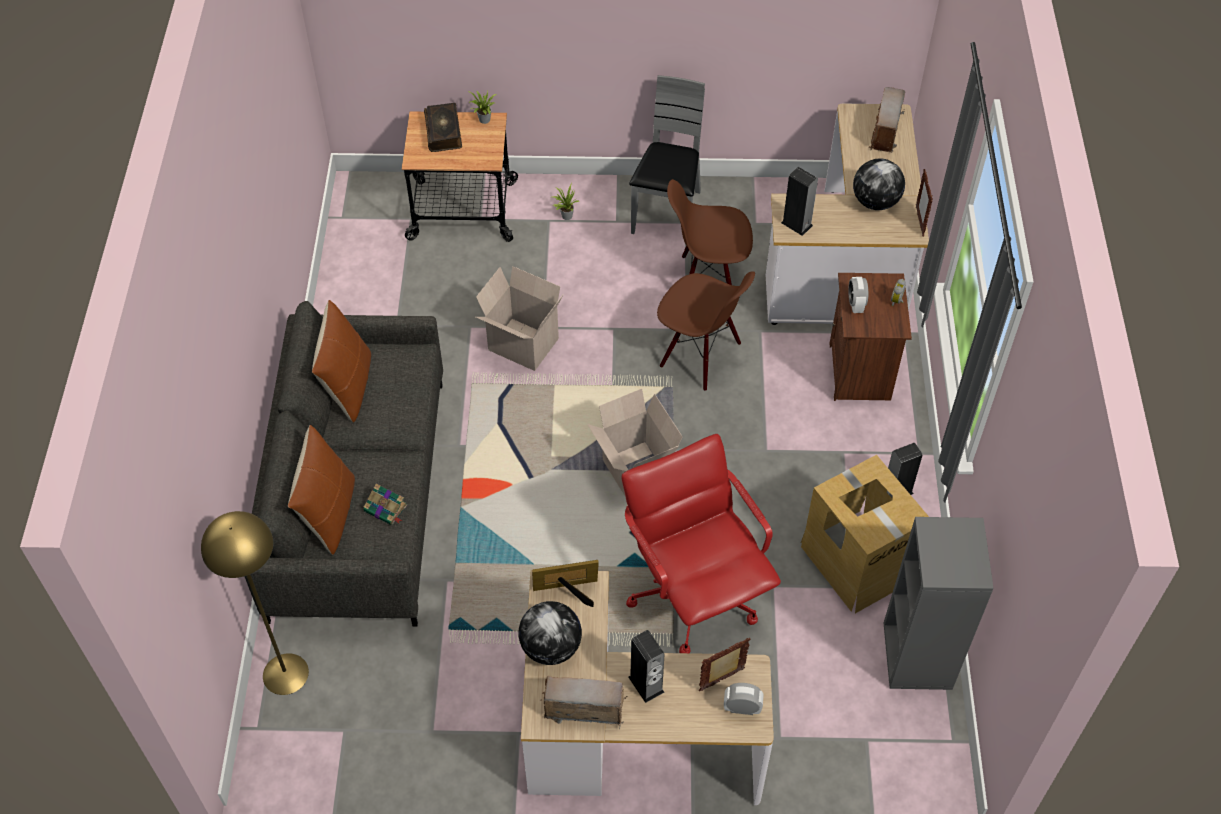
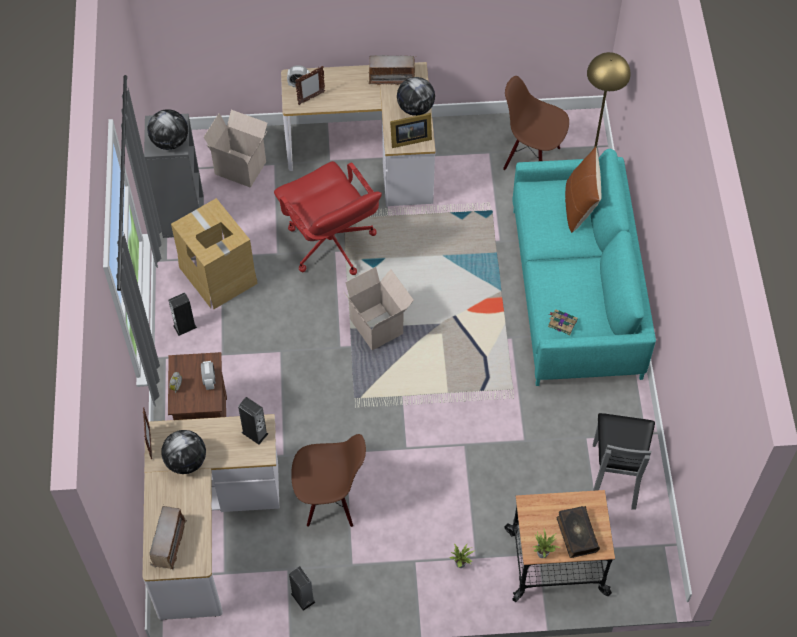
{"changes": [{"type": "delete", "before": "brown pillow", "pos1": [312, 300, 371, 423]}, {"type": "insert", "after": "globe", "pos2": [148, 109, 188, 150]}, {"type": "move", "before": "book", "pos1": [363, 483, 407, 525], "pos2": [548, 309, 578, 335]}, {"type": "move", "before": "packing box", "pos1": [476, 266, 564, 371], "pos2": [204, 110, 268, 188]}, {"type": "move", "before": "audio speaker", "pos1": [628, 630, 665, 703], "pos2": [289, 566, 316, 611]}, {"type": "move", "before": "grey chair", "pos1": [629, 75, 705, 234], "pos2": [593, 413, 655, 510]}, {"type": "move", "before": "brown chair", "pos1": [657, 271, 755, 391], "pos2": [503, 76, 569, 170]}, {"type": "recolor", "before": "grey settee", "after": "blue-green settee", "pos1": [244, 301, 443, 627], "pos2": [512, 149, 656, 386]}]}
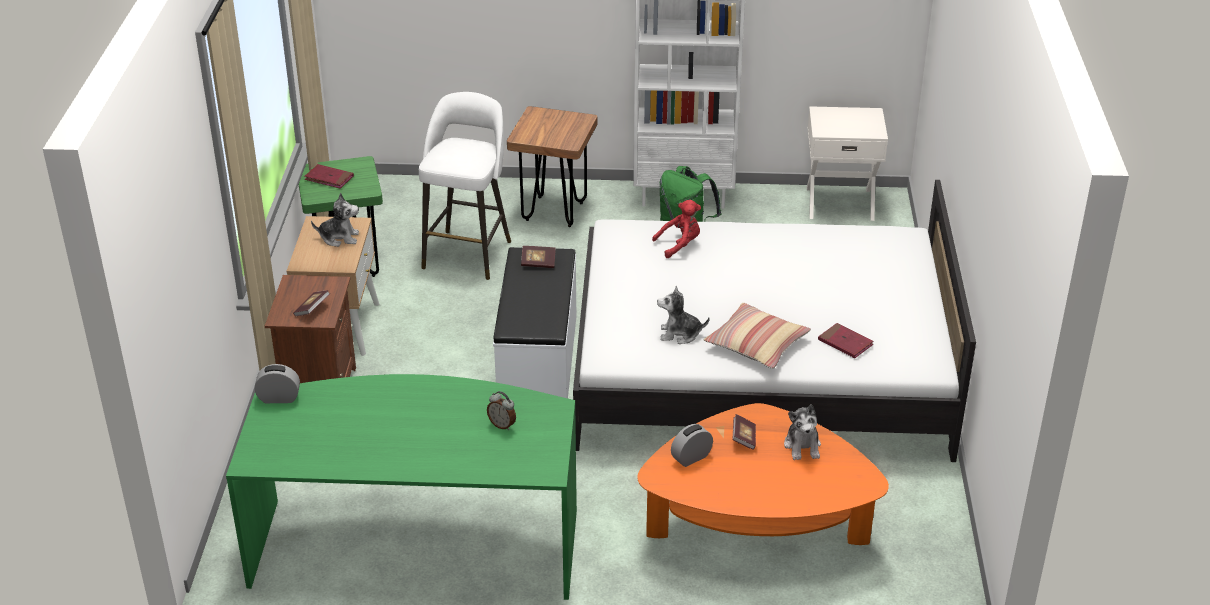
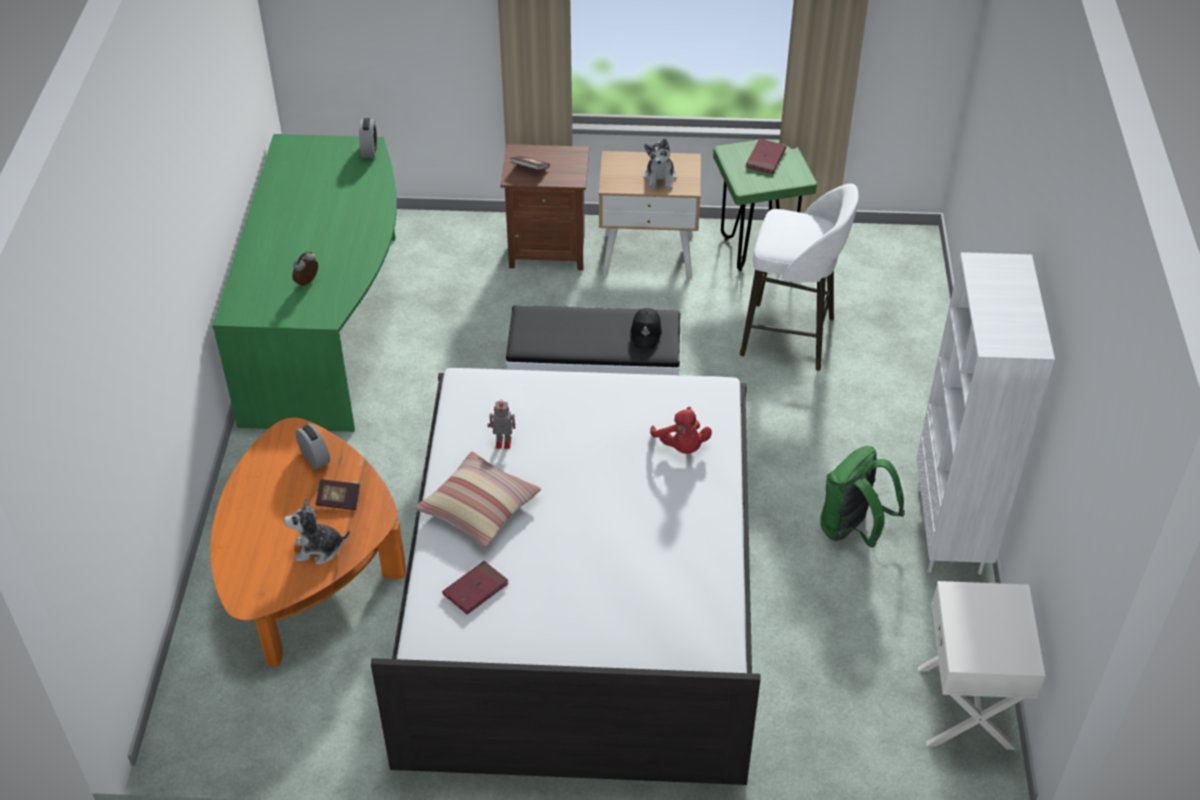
{"changes": [{"type": "delete", "before": "brown sitting stool", "pos1": [507, 106, 597, 227]}, {"type": "replace", "before": "book", "after": "blackish peaked cap", "pos1": [521, 246, 556, 268], "pos2": [630, 308, 662, 349]}, {"type": "replace", "before": "soft toy", "after": "toy robot", "pos1": [657, 286, 709, 344], "pos2": [487, 400, 515, 449]}]}
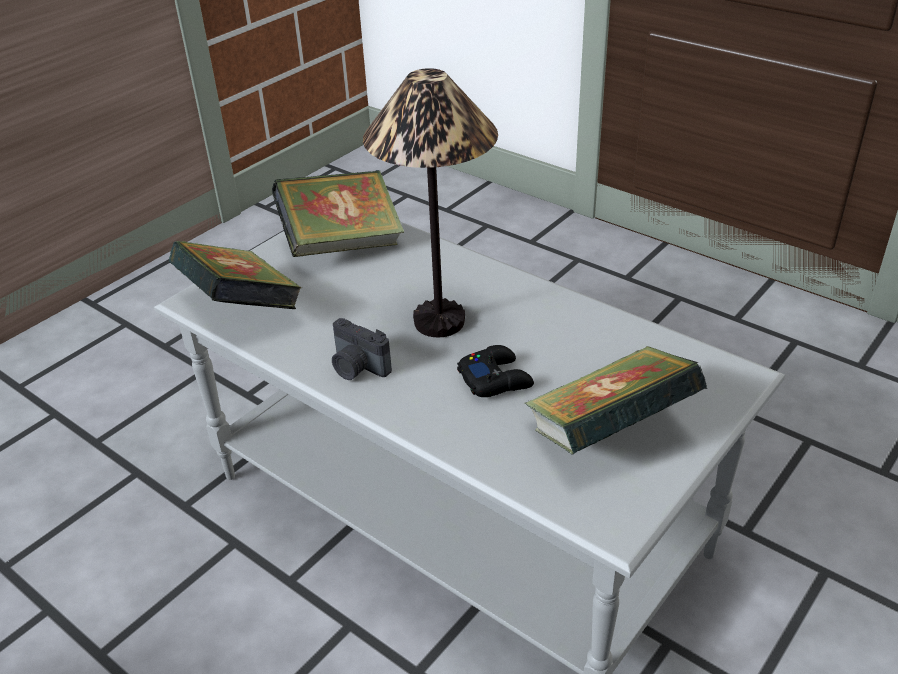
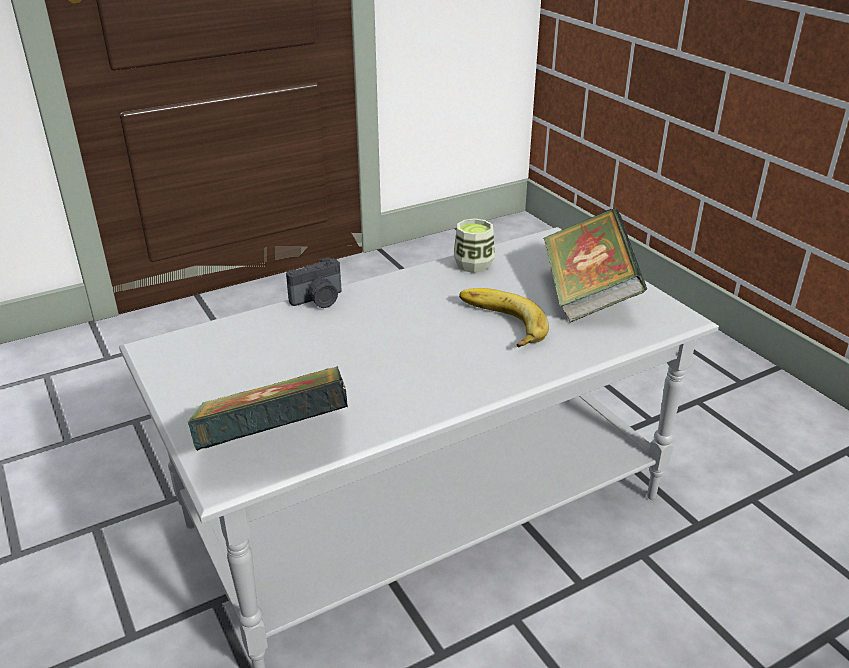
{"changes": [{"type": "delete", "before": "book", "pos1": [272, 170, 404, 257]}, {"type": "delete", "before": "tabletop lamp", "pos1": [363, 68, 498, 337]}, {"type": "insert", "after": "cup", "pos2": [454, 218, 495, 273]}, {"type": "move", "before": "still camera", "pos1": [332, 318, 392, 380], "pos2": [286, 257, 341, 308]}, {"type": "replace", "before": "blackish game controller", "after": "banana", "pos1": [457, 345, 534, 397], "pos2": [459, 288, 549, 348]}]}
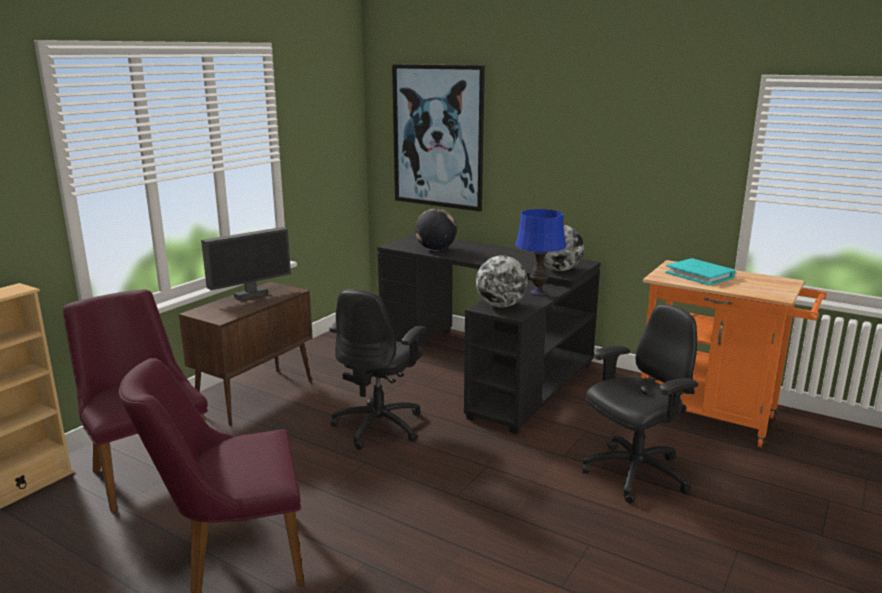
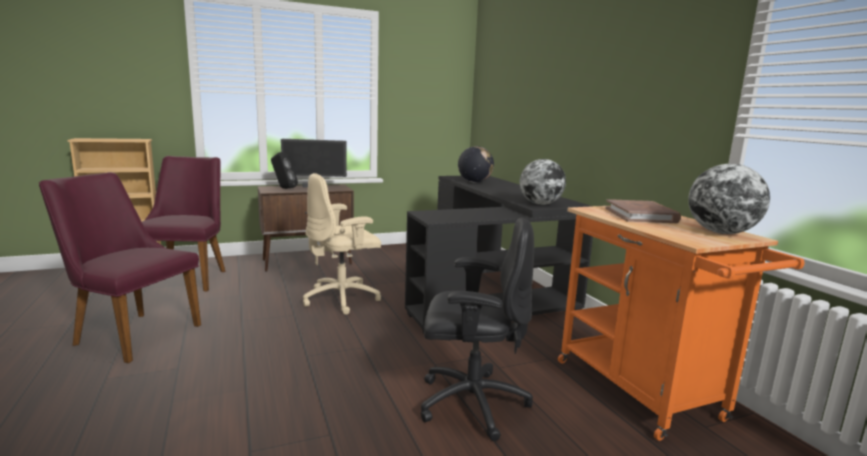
{"changes": [{"type": "delete", "before": "picture", "pos1": [392, 64, 485, 211]}, {"type": "delete", "before": "blue-coloured tabletop lamp", "pos1": [515, 209, 566, 296]}, {"type": "insert", "after": "blackish audio speaker", "pos2": [271, 152, 298, 189]}, {"type": "move", "before": "globe", "pos1": [476, 255, 528, 307], "pos2": [688, 164, 770, 234]}, {"type": "recolor", "before": "blackish computer chair", "after": "beige-coloured computer chair", "pos1": [329, 290, 426, 450], "pos2": [303, 173, 381, 315]}, {"type": "recolor", "before": "blue-green book", "after": "brown book", "pos1": [665, 258, 735, 286], "pos2": [605, 199, 681, 223]}]}
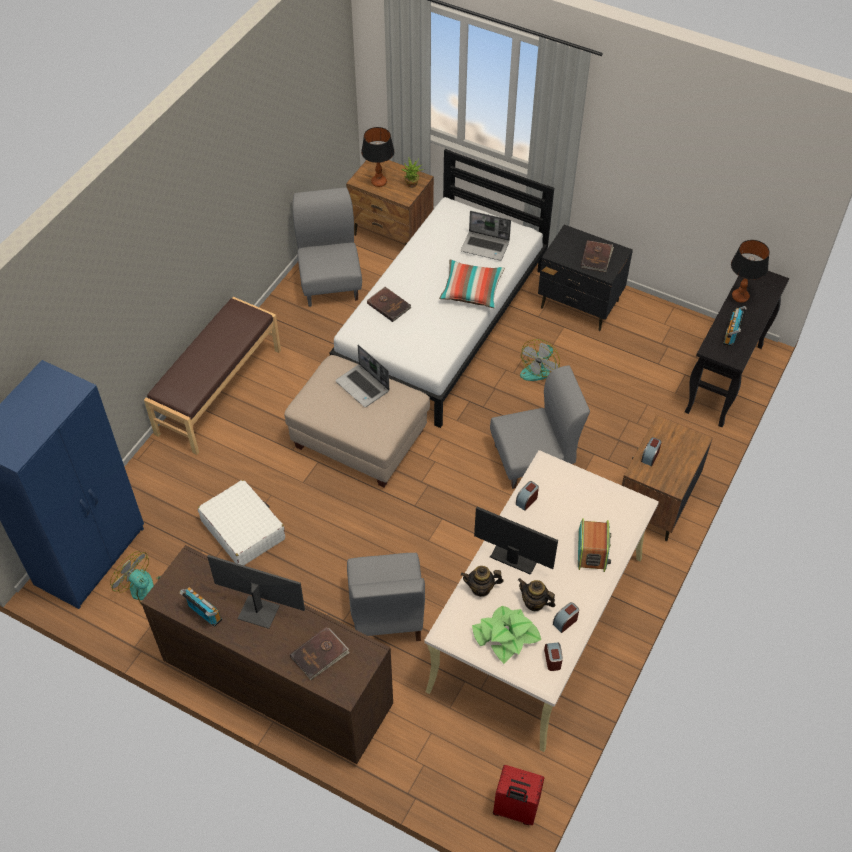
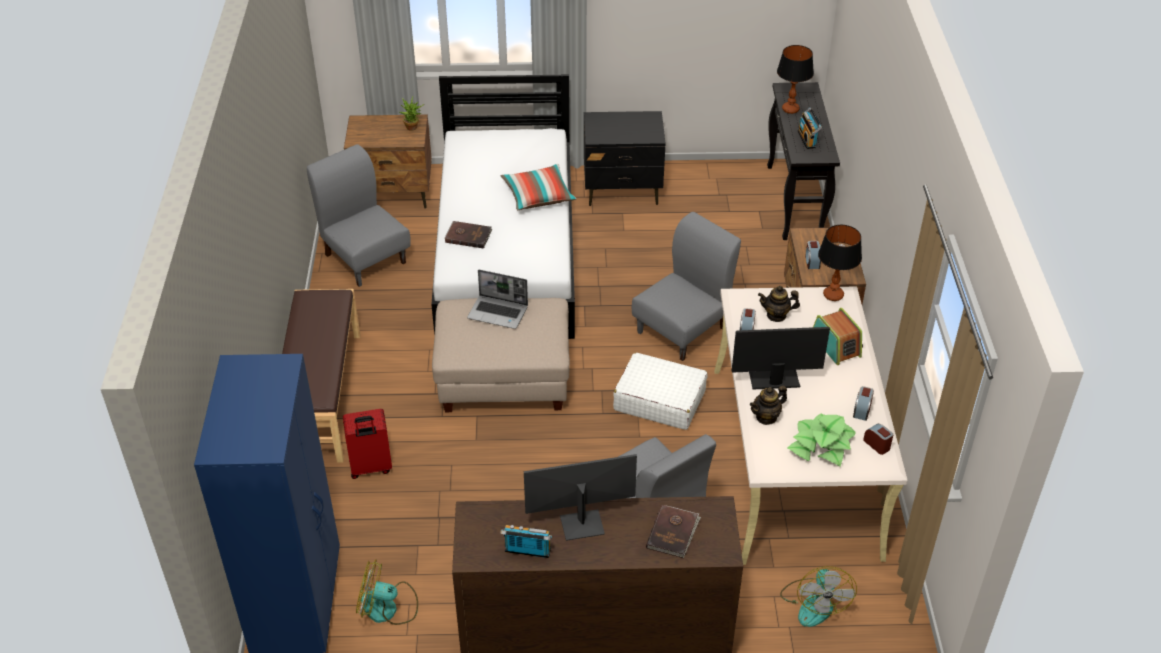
{"changes": [{"type": "delete", "before": "notebook computer", "pos1": [461, 211, 511, 261]}, {"type": "delete", "before": "brown book", "pos1": [580, 240, 614, 272]}, {"type": "move", "before": "whitish travel case", "pos1": [198, 480, 285, 565], "pos2": [613, 352, 708, 430]}, {"type": "move", "before": "tabletop lamp", "pos1": [361, 127, 395, 187], "pos2": [818, 225, 862, 301]}, {"type": "move", "before": "red travel case", "pos1": [493, 765, 544, 825], "pos2": [343, 409, 392, 479]}, {"type": "move", "before": "tea pot", "pos1": [518, 578, 556, 611], "pos2": [758, 286, 800, 322]}, {"type": "move", "before": "cooling fan", "pos1": [520, 339, 560, 381], "pos2": [780, 566, 857, 627]}]}
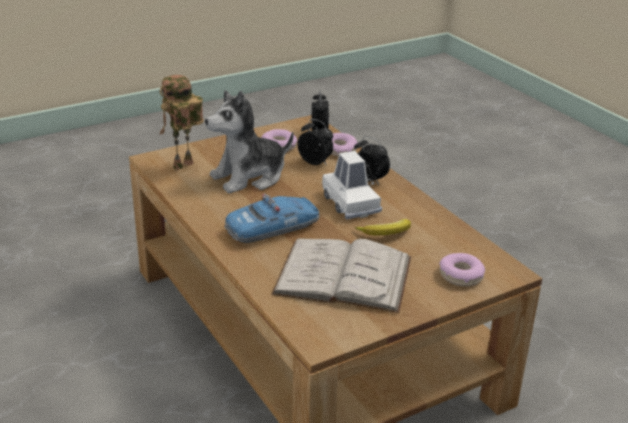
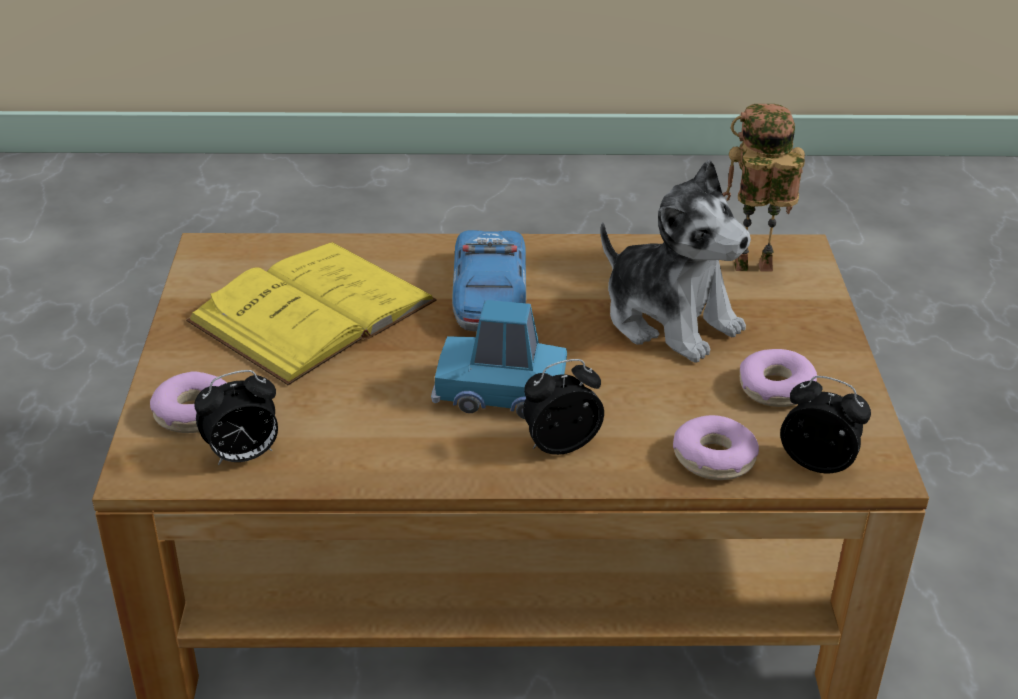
{"changes": [{"type": "delete", "before": "banana", "pos1": [354, 219, 411, 236]}, {"type": "move", "before": "alarm clock", "pos1": [298, 119, 333, 166], "pos2": [194, 370, 278, 466]}, {"type": "recolor", "before": "whitish book", "after": "yellow-coloured book", "pos1": [271, 238, 411, 313], "pos2": [186, 242, 437, 385]}, {"type": "recolor", "before": "whitish model car", "after": "blue-coloured model car", "pos1": [322, 151, 382, 219], "pos2": [431, 300, 567, 419]}, {"type": "rotate", "before": "toy robot", "pos1": [160, 75, 204, 170], "pos2": [723, 104, 805, 272], "turn": -75}, {"type": "rotate", "before": "soft toy", "pos1": [205, 90, 294, 193], "pos2": [601, 159, 751, 363], "turn": 135}]}
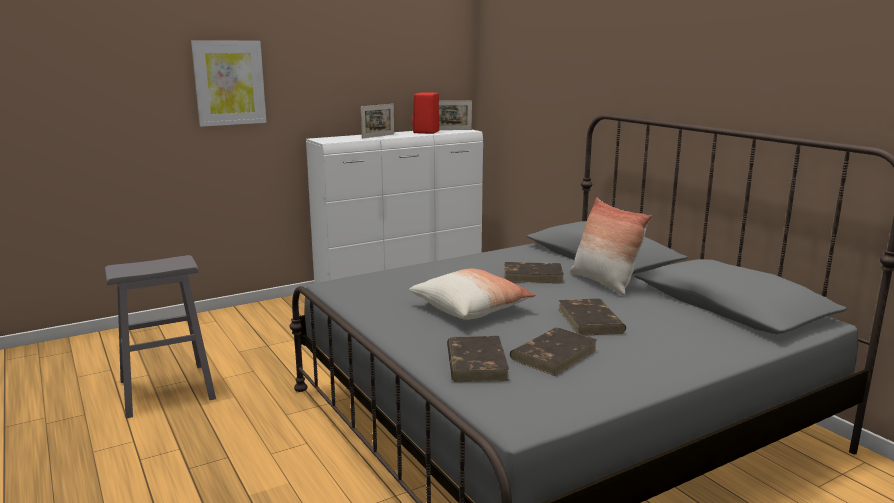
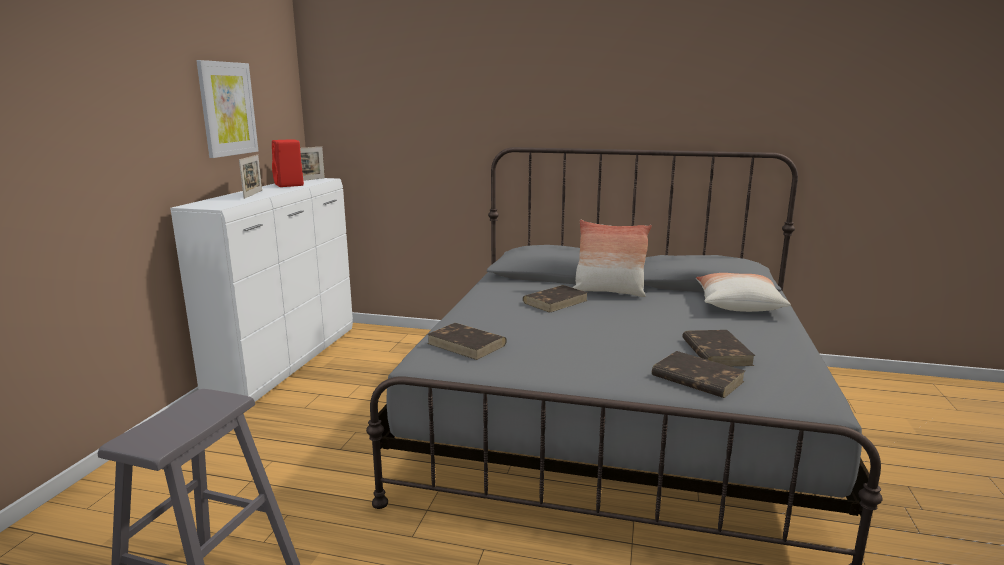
{"changes": [{"type": "move", "before": "picture", "pos1": [191, 41, 266, 127], "pos2": [196, 60, 258, 158]}, {"type": "move", "before": "pillow", "pos1": [409, 269, 536, 320], "pos2": [696, 273, 791, 312]}, {"type": "move", "before": "brown book", "pos1": [558, 298, 626, 336], "pos2": [427, 323, 507, 360]}]}
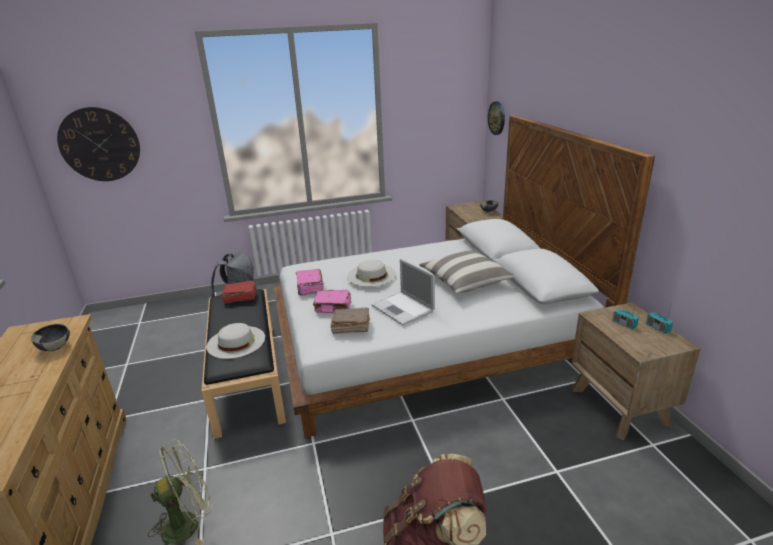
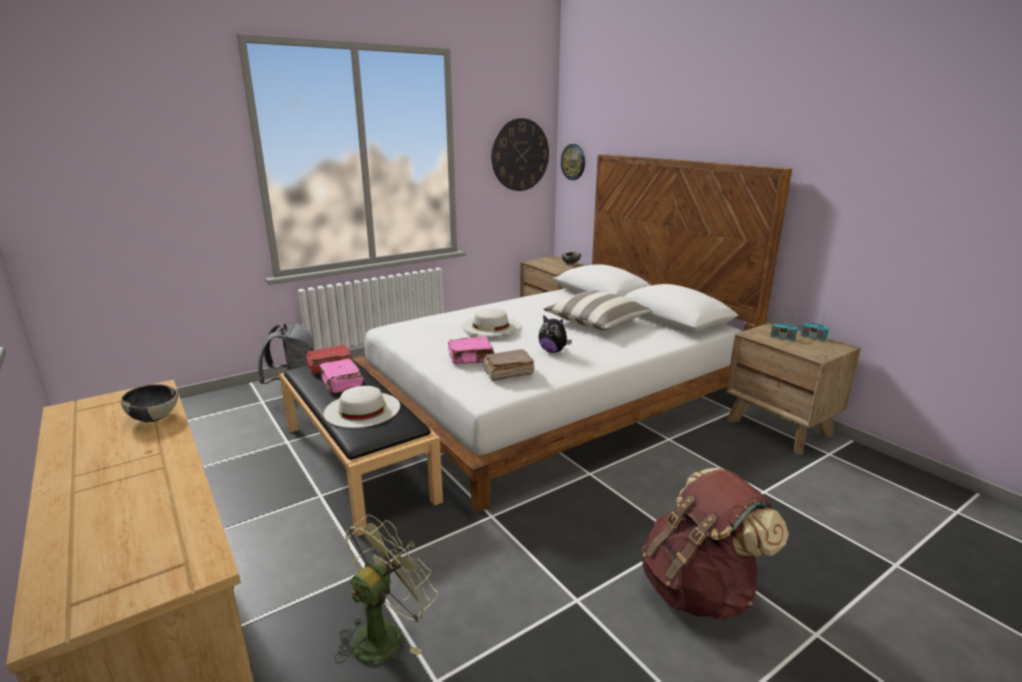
{"changes": [{"type": "move", "before": "hanging clock", "pos1": [57, 107, 140, 181], "pos2": [491, 118, 549, 191]}, {"type": "move", "before": "pink-coloured book", "pos1": [296, 269, 324, 295], "pos2": [318, 359, 363, 394]}, {"type": "replace", "before": "notebook computer", "after": "soft toy", "pos1": [371, 259, 435, 326], "pos2": [538, 315, 572, 353]}]}
